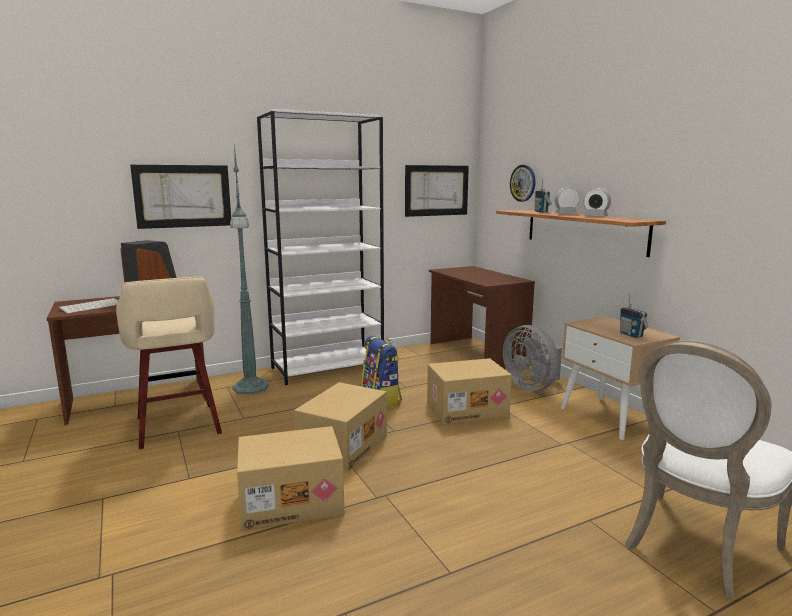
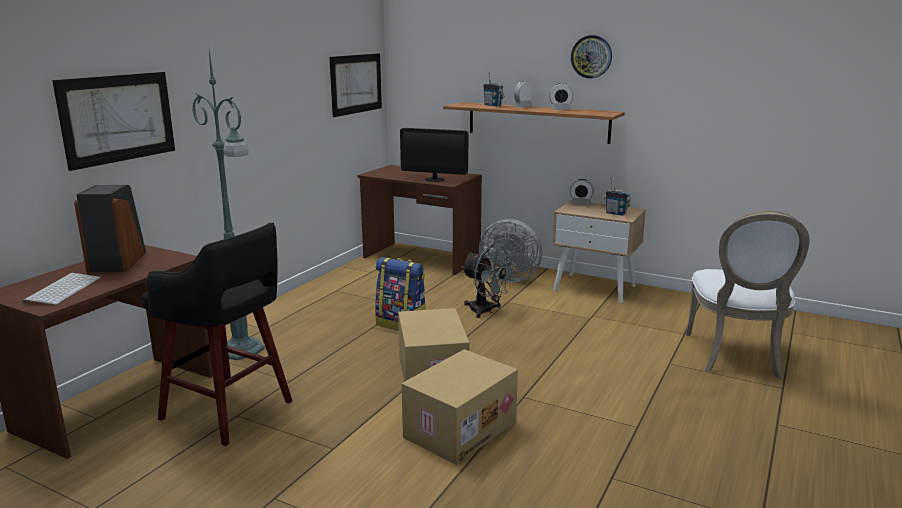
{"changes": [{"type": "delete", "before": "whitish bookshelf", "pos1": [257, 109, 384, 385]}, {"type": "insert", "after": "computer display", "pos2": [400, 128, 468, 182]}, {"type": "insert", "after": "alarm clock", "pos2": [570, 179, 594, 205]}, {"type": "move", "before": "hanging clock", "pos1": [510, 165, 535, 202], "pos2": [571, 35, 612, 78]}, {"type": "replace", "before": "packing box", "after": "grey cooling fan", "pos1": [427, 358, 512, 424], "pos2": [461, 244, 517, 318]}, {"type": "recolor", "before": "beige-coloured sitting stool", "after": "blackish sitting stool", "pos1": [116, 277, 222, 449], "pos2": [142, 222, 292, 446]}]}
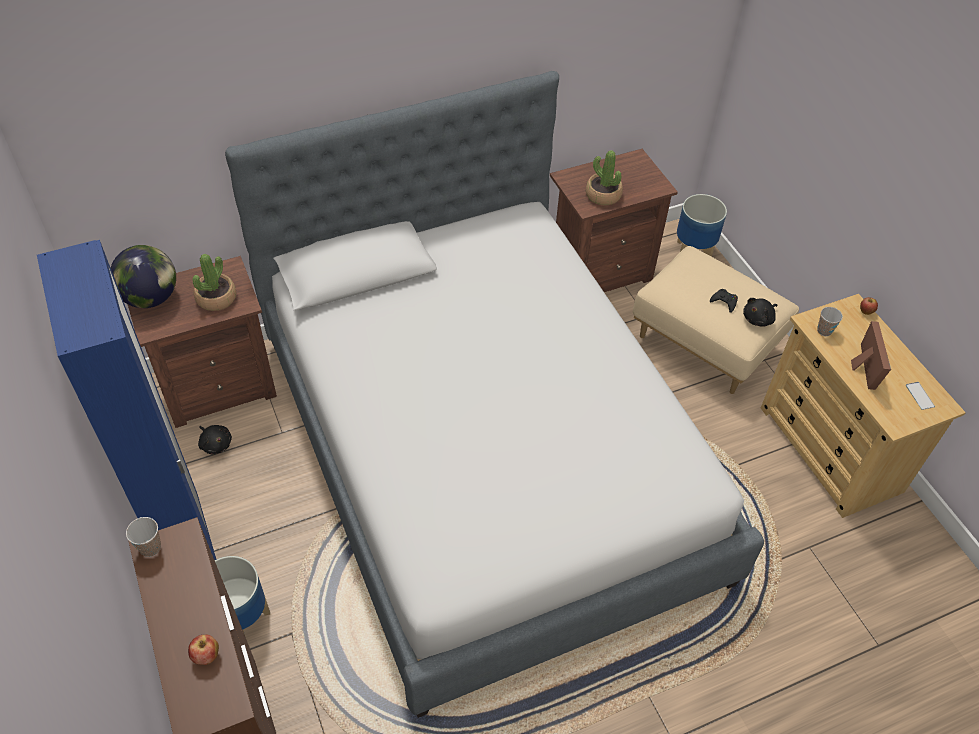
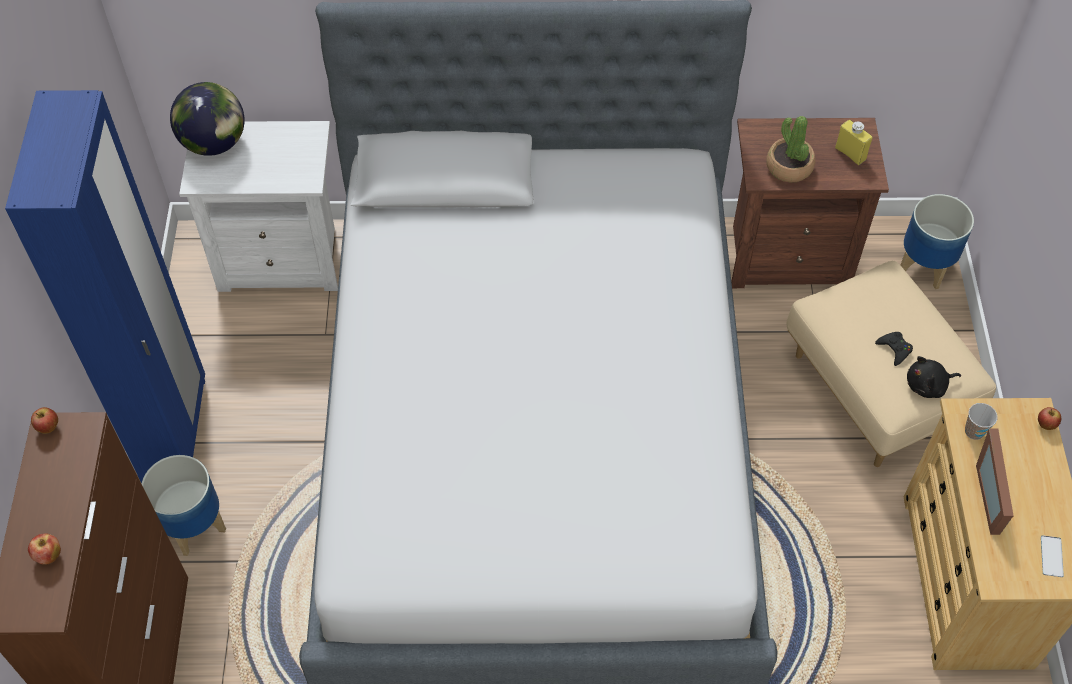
{"changes": [{"type": "delete", "before": "houseplant", "pos1": [193, 254, 236, 311]}, {"type": "delete", "before": "blackish soft toy", "pos1": [198, 425, 232, 455]}, {"type": "insert", "after": "yellow-coloured bottle", "pos2": [835, 120, 872, 165]}, {"type": "replace", "before": "cup", "after": "whole apple", "pos1": [126, 517, 161, 557], "pos2": [31, 407, 58, 434]}, {"type": "recolor", "before": "brown nightstand", "after": "whitish nightstand", "pos1": [128, 256, 277, 428], "pos2": [179, 121, 338, 292]}, {"type": "rotate", "before": "photo frame", "pos1": [851, 321, 891, 390], "pos2": [976, 428, 1014, 535], "turn": 150}]}
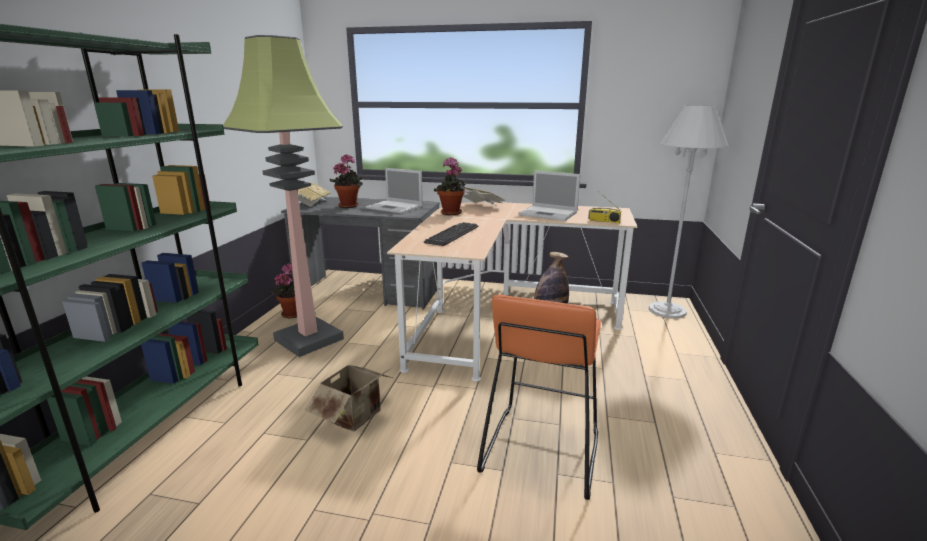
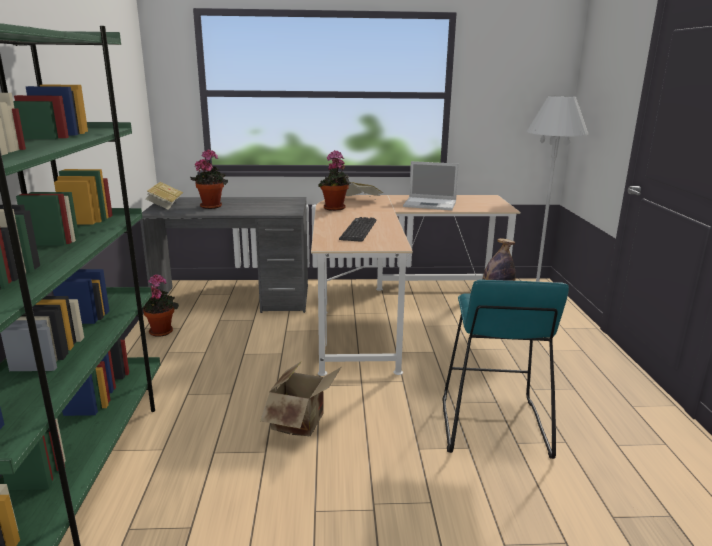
{"changes": [{"type": "delete", "before": "floor lamp", "pos1": [223, 35, 344, 357]}, {"type": "delete", "before": "notebook computer", "pos1": [366, 168, 423, 213]}, {"type": "delete", "before": "radio receiver", "pos1": [588, 192, 621, 223]}, {"type": "recolor", "before": "orange-coloured sitting stool", "after": "blue-green sitting stool", "pos1": [477, 294, 601, 500], "pos2": [442, 279, 569, 459]}]}
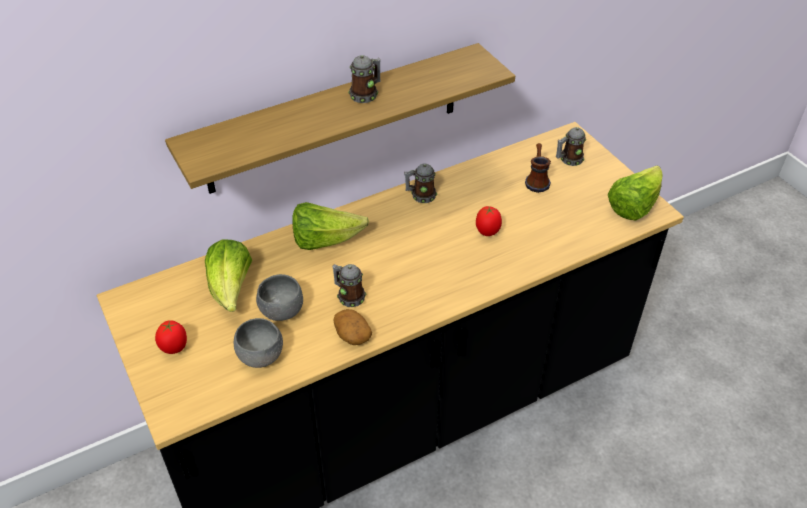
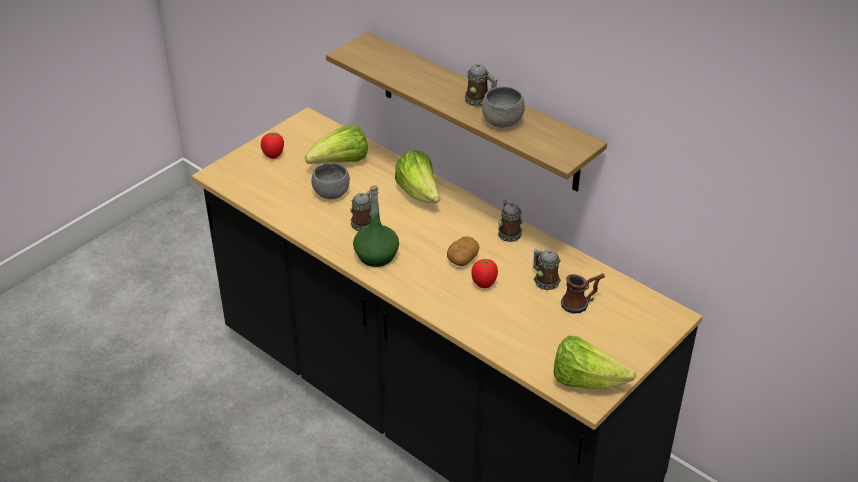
{"changes": [{"type": "insert", "after": "greenish bottle", "pos2": [353, 185, 399, 267]}, {"type": "move", "before": "grey serving bowl", "pos1": [234, 318, 283, 368], "pos2": [482, 86, 525, 128]}, {"type": "move", "before": "spud", "pos1": [334, 309, 372, 345], "pos2": [447, 236, 480, 266]}, {"type": "move", "before": "tea mug", "pos1": [556, 127, 586, 166], "pos2": [533, 249, 561, 290]}]}
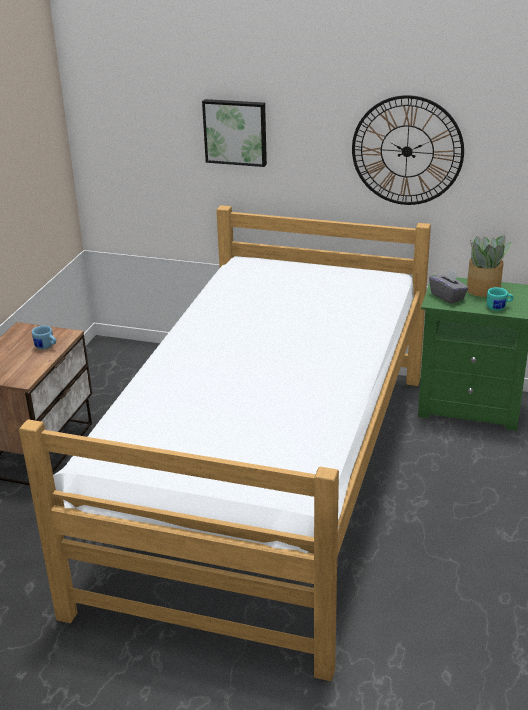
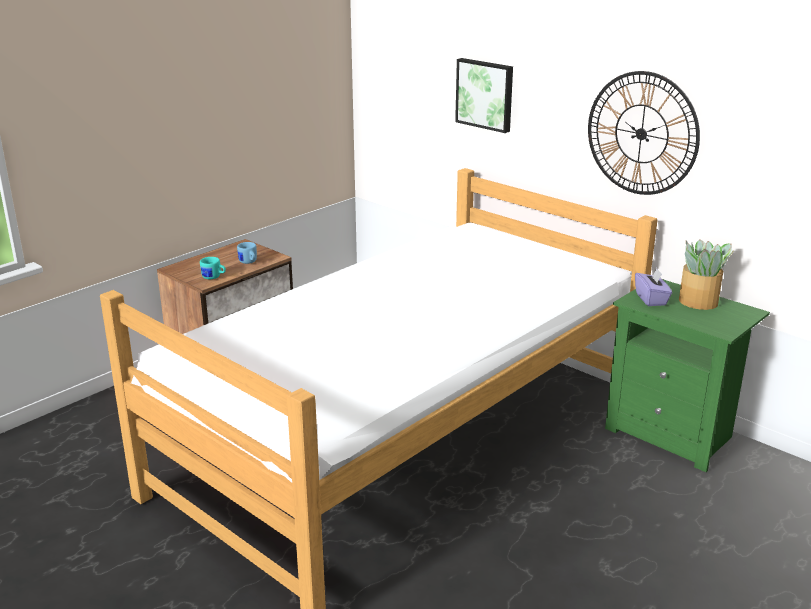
{"changes": [{"type": "move", "before": "blue-green tea mug", "pos1": [487, 287, 514, 311], "pos2": [200, 257, 226, 279]}, {"type": "recolor", "before": "grey box of tissues", "after": "purple box of tissues", "pos1": [429, 269, 469, 304], "pos2": [635, 268, 672, 306]}]}
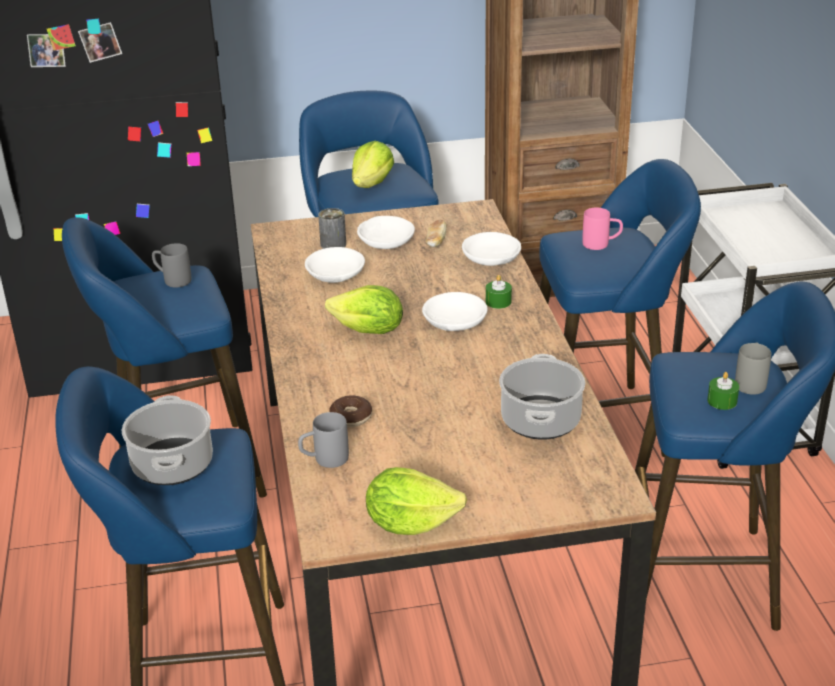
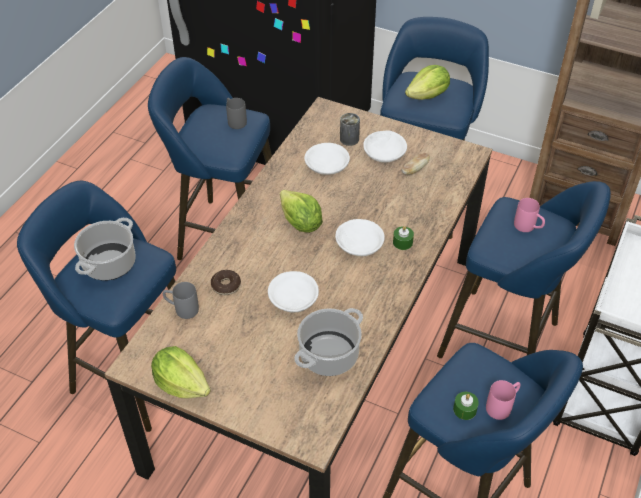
{"changes": [{"type": "move", "before": "whitish serving bowl", "pos1": [462, 232, 521, 266], "pos2": [268, 271, 319, 313]}, {"type": "recolor", "before": "grey tea mug", "after": "pink-coloured tea mug", "pos1": [735, 342, 771, 395], "pos2": [486, 380, 521, 420]}]}
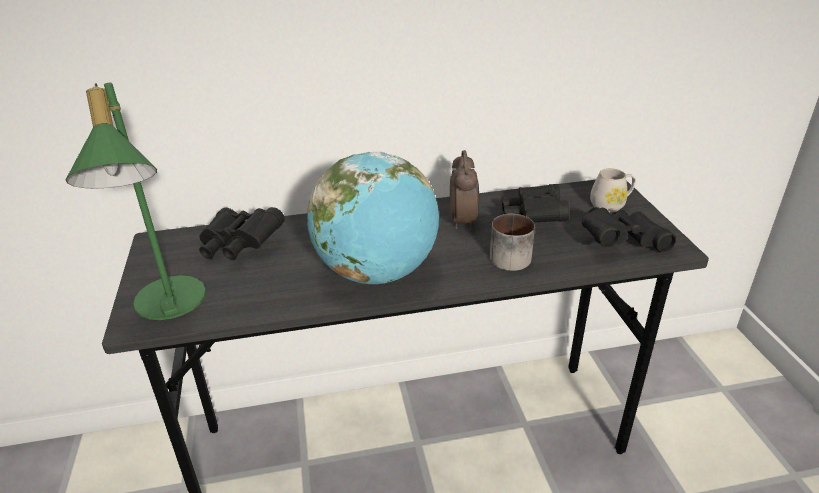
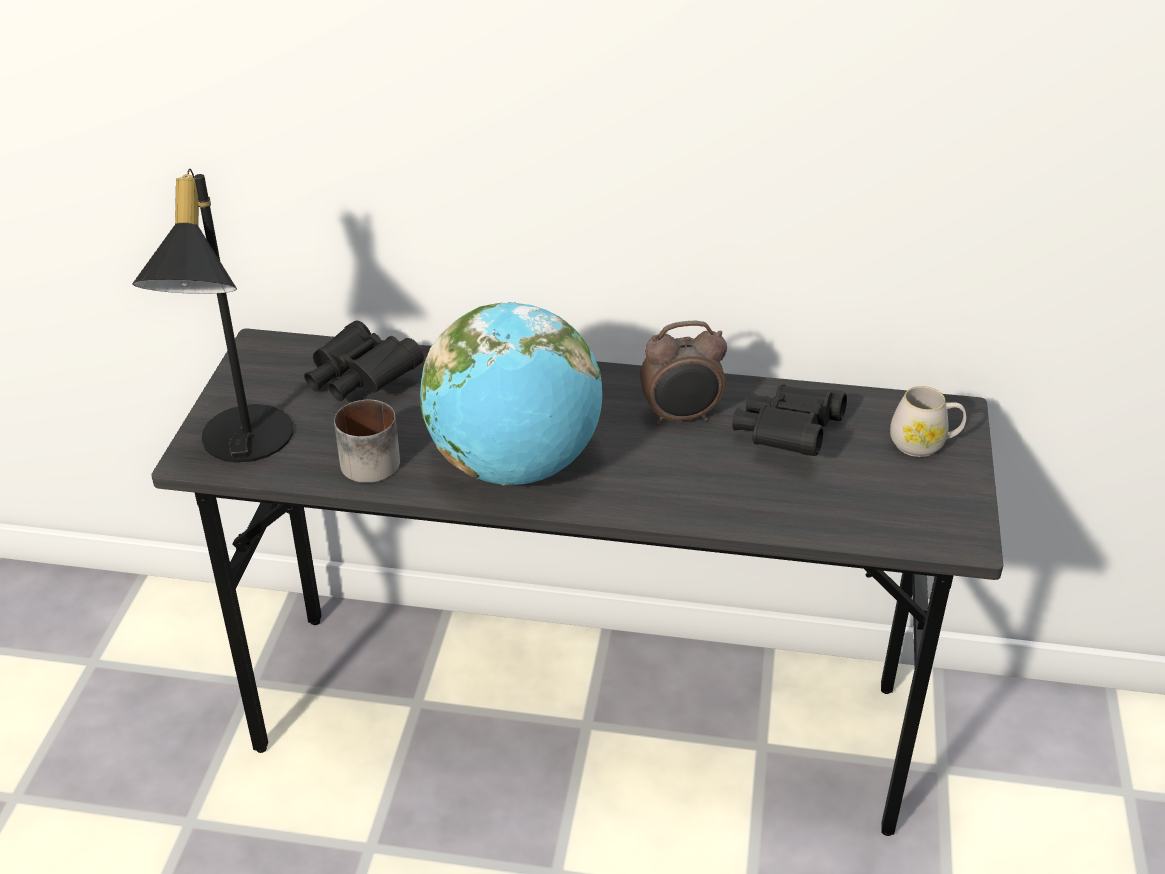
{"changes": [{"type": "delete", "before": "blackish field glasses", "pos1": [582, 207, 676, 252]}, {"type": "move", "before": "tea mug", "pos1": [490, 214, 535, 271], "pos2": [334, 400, 400, 483]}, {"type": "recolor", "before": "greenish tabletop lamp", "after": "blackish tabletop lamp", "pos1": [66, 83, 206, 320], "pos2": [132, 169, 293, 463]}, {"type": "rotate", "before": "alarm clock", "pos1": [450, 150, 479, 231], "pos2": [640, 321, 727, 425], "turn": 60}]}
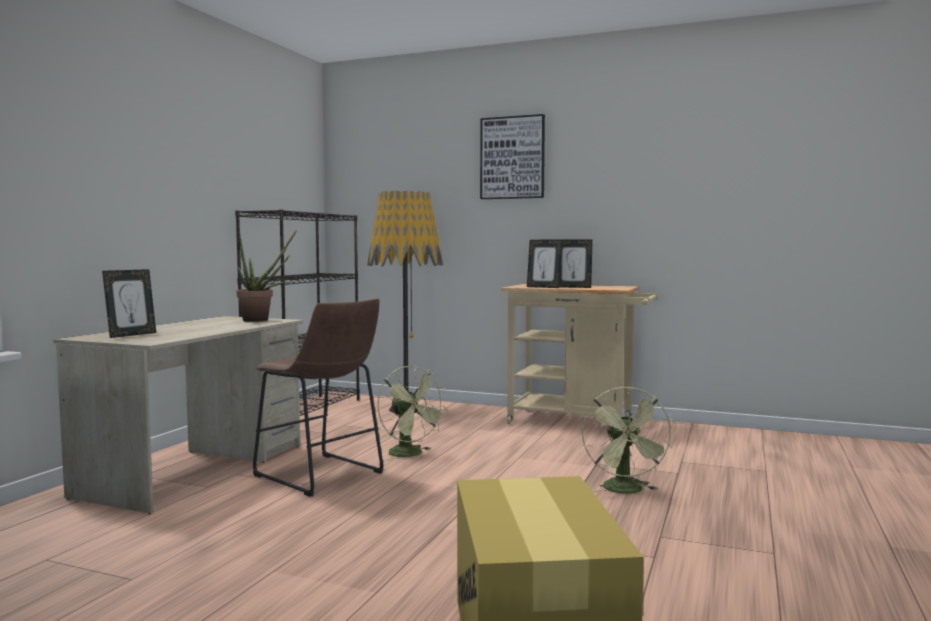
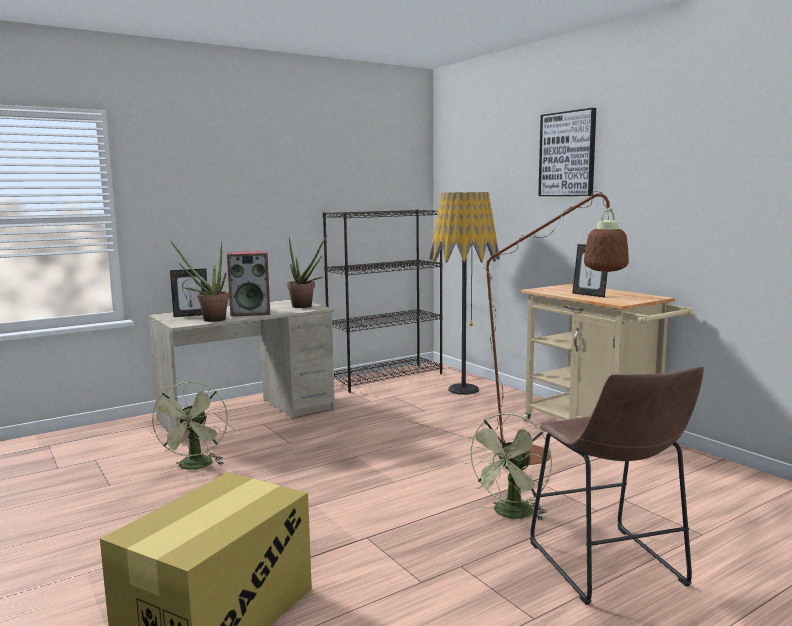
{"changes": [{"type": "delete", "before": "photo frame", "pos1": [527, 240, 562, 288]}, {"type": "insert", "after": "houseplant", "pos2": [171, 241, 229, 322]}, {"type": "insert", "after": "audio speaker", "pos2": [227, 251, 270, 317]}, {"type": "insert", "after": "brown floor lamp", "pos2": [412, 191, 629, 465]}, {"type": "move", "before": "brown sitting stool", "pos1": [253, 298, 383, 497], "pos2": [530, 366, 704, 605]}, {"type": "move", "before": "greenish cooling fan", "pos1": [378, 366, 448, 461], "pos2": [151, 381, 228, 470]}]}
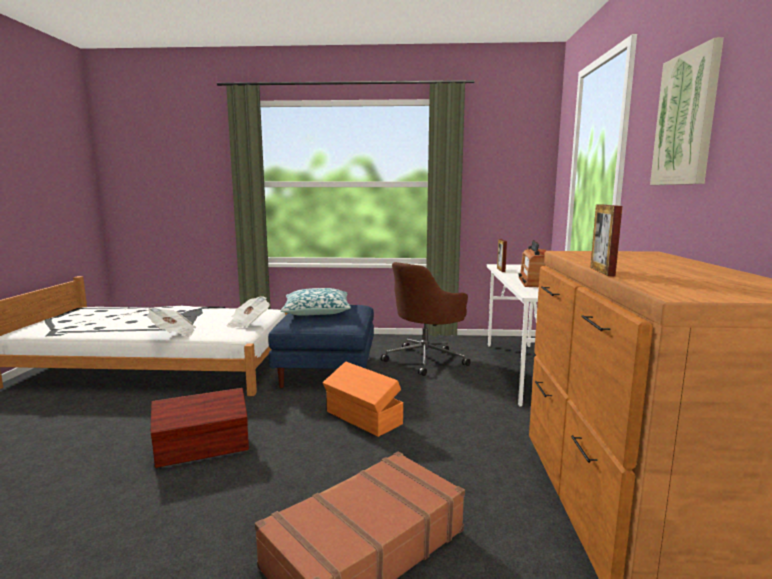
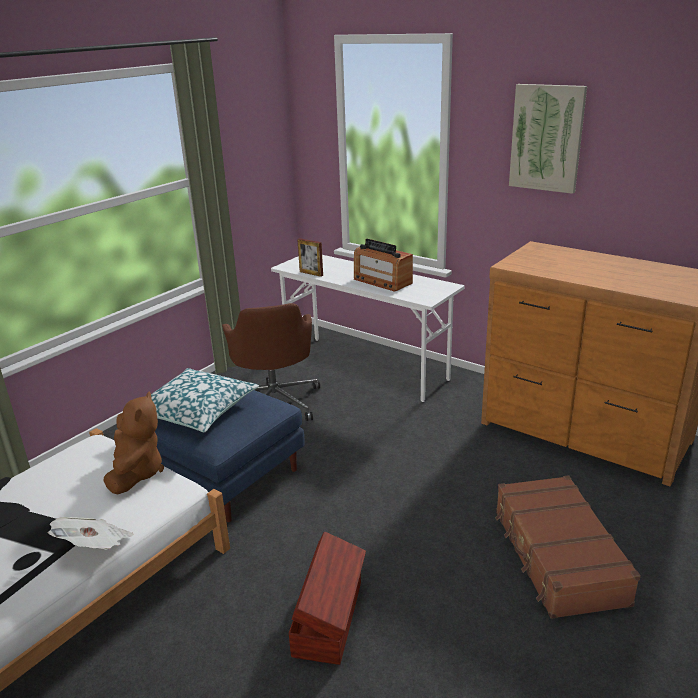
{"changes": [{"type": "delete", "before": "orange-coloured storage bin", "pos1": [323, 362, 403, 437]}, {"type": "delete", "before": "photo frame", "pos1": [590, 205, 622, 276]}, {"type": "replace", "before": "daily paper", "after": "brown soft toy", "pos1": [227, 296, 270, 328], "pos2": [104, 392, 164, 494]}]}
